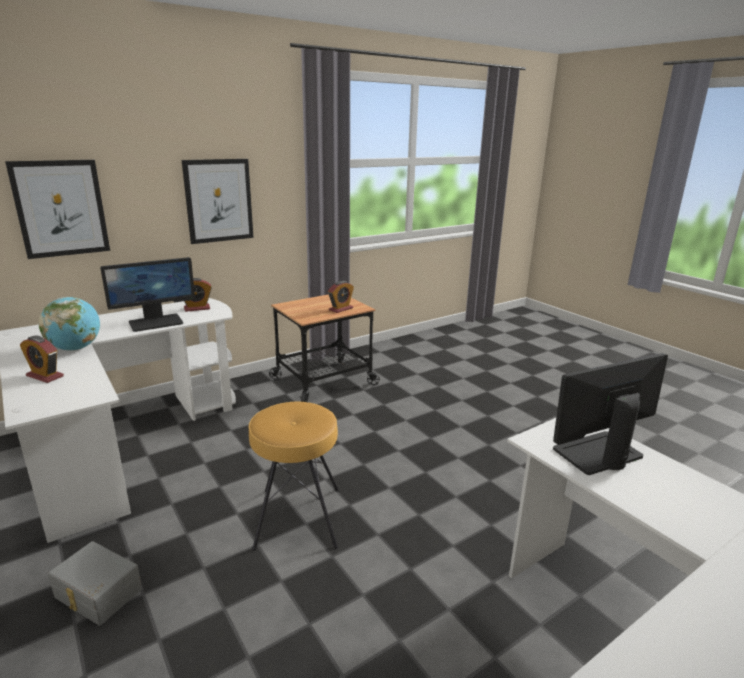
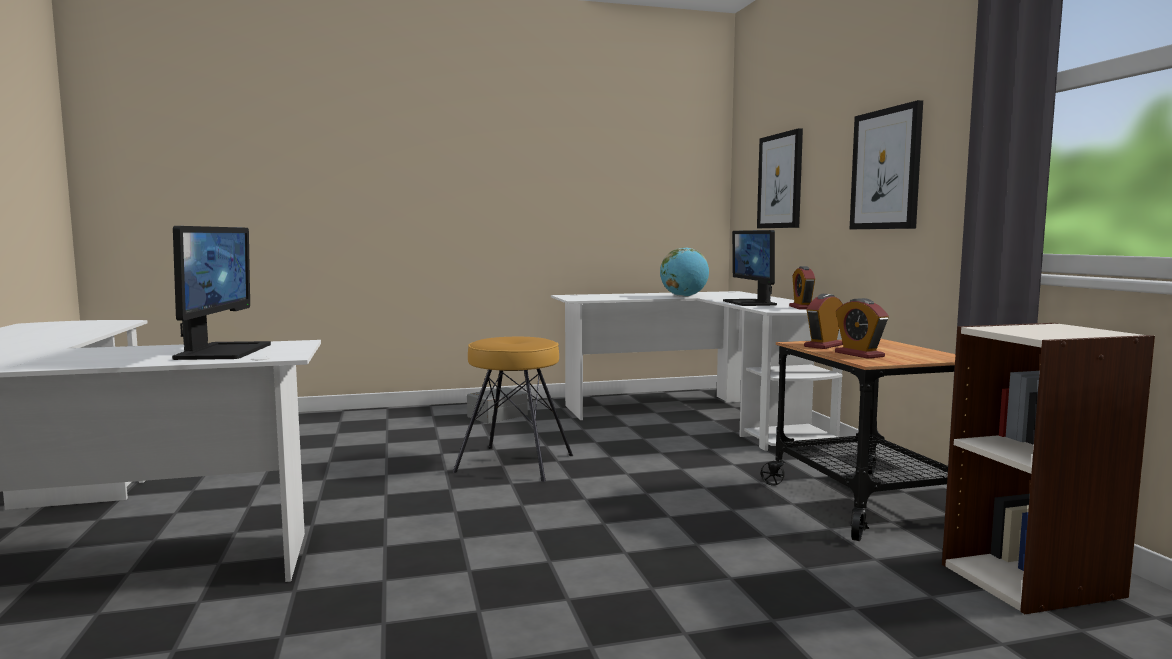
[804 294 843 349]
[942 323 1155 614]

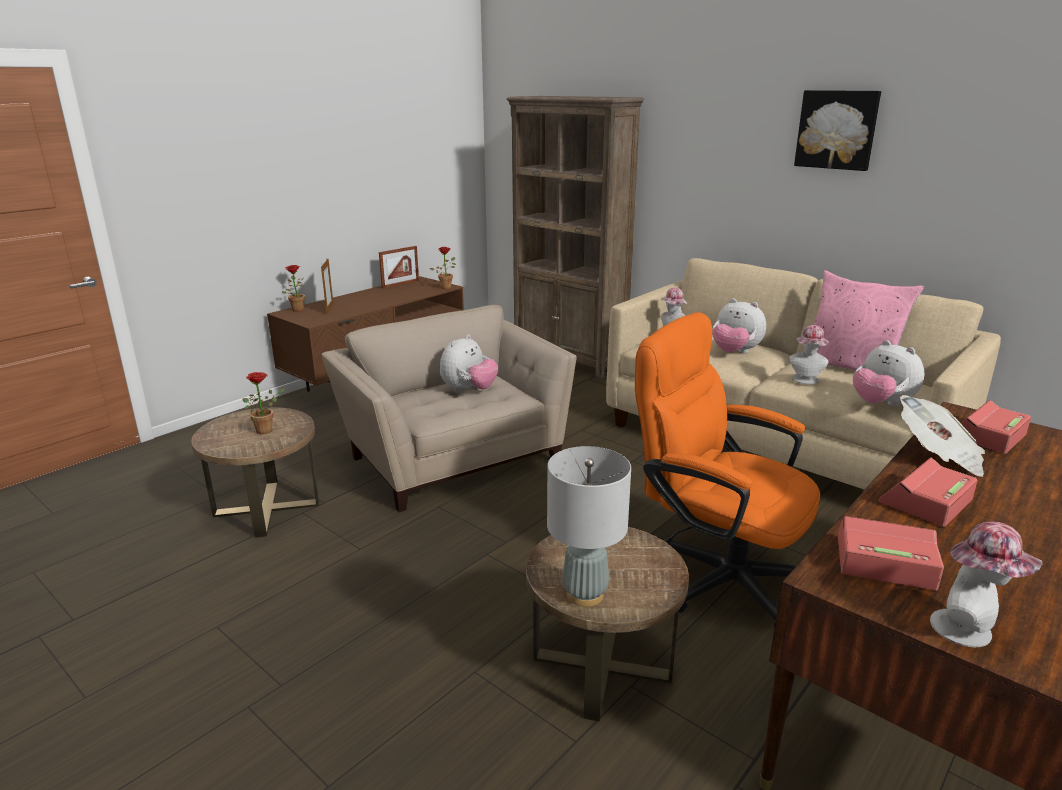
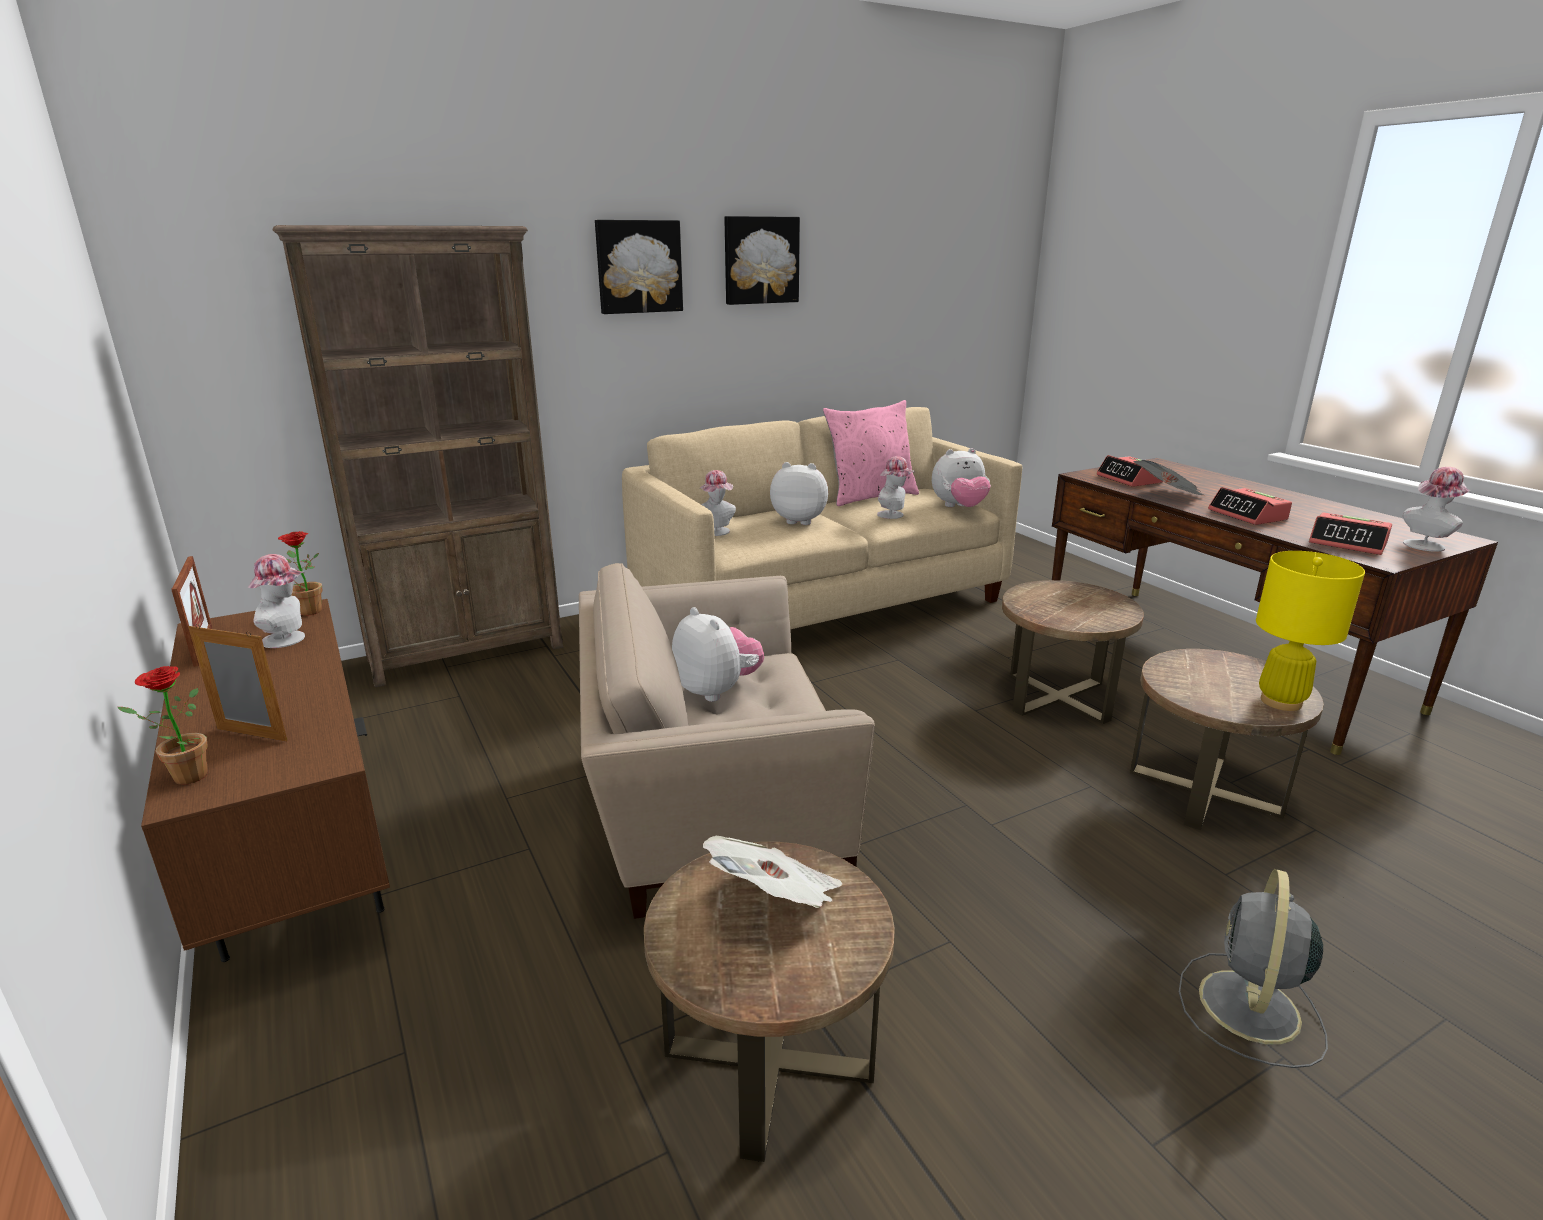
[770 462 828 525]
[1002 580 1144 724]
[703 836 842 908]
[1256 551 1365 711]
[1309 512 1392 555]
[595 220 683 314]
[248 554 305 648]
[1179 869 1328 1068]

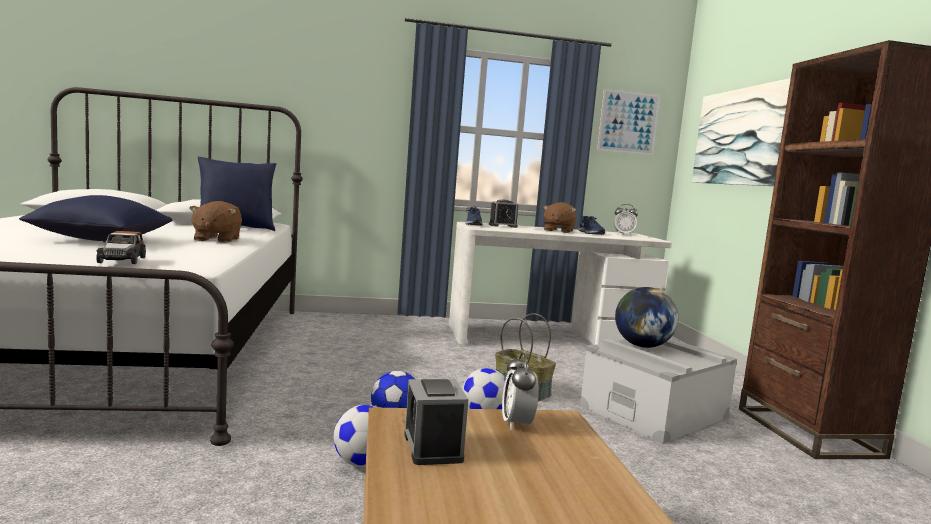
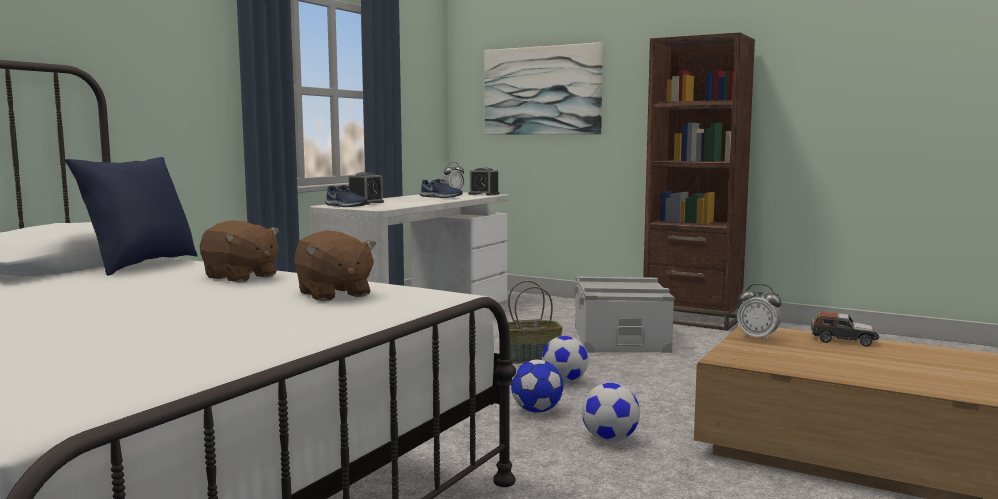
[597 89 661 155] (first image)
[19 195 173 241] (first image)
[294 230 376 301]
[811 312 879 347]
[615 287 678 348] (first image)
[468 168 500 195]

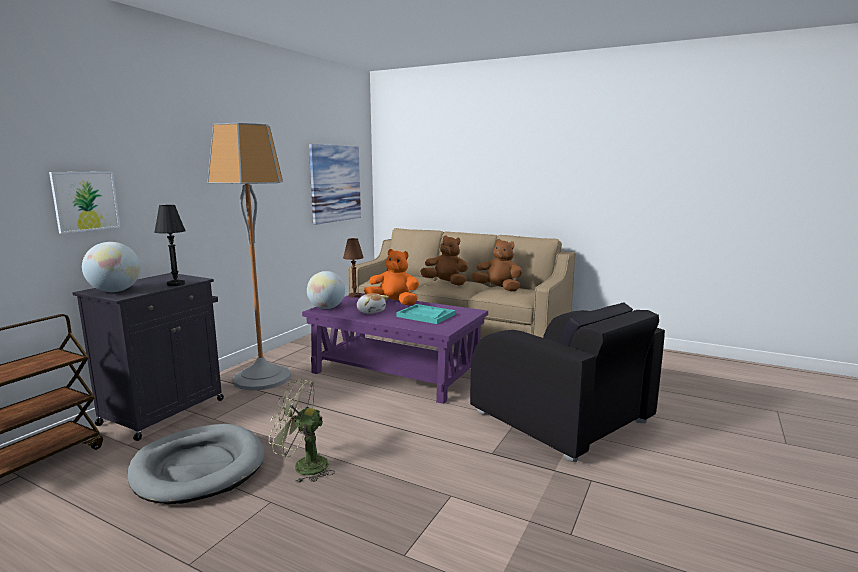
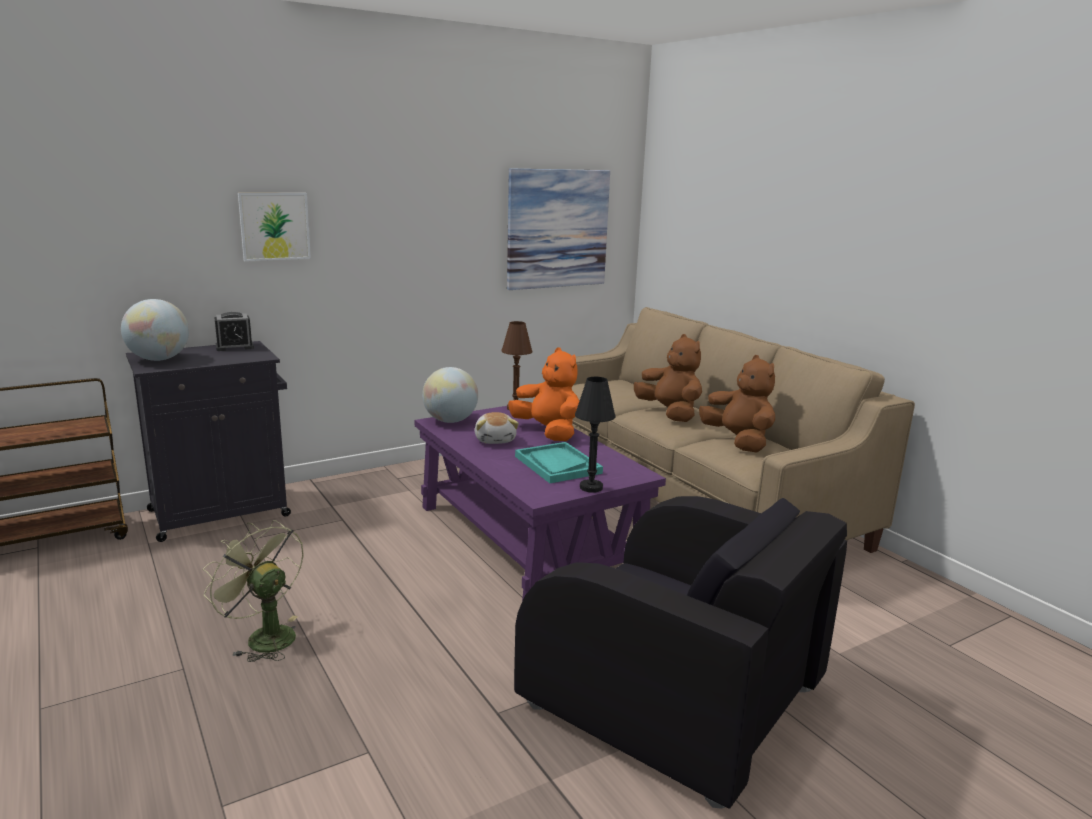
[207 123 291 391] (first image)
[238 193 311 261]
[575 377 616 492]
[514 496 847 809]
[127 424 265 504] (first image)
[214 312 254 351]

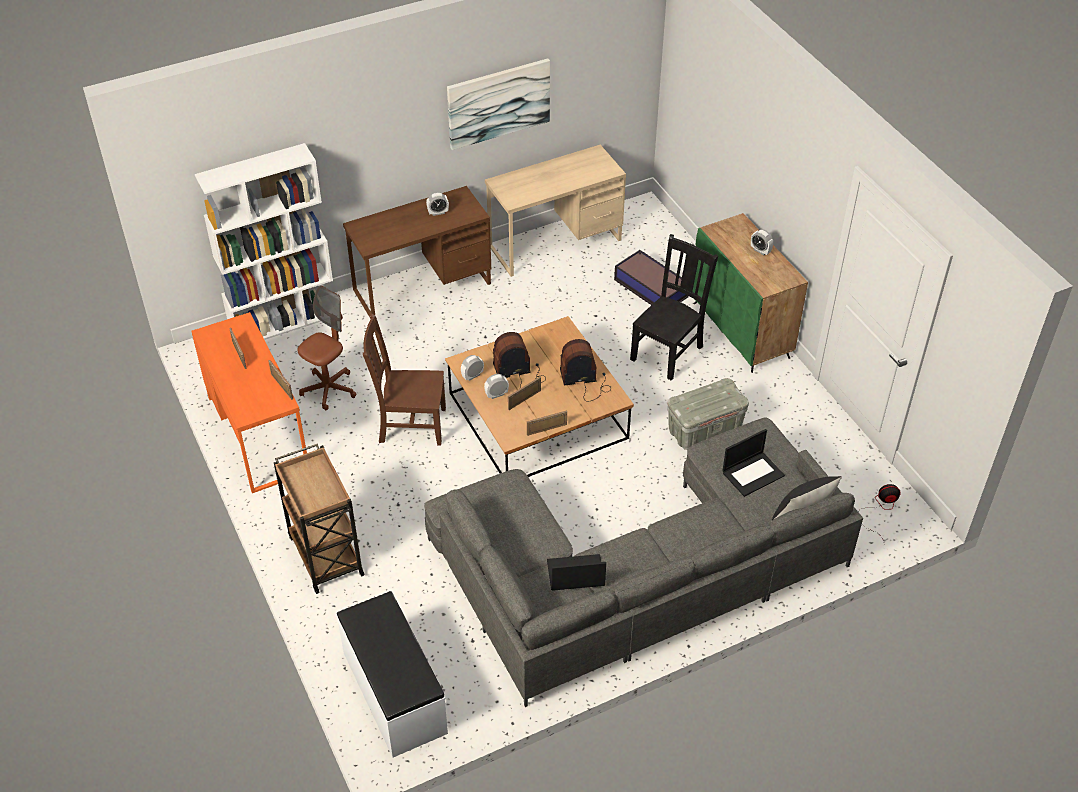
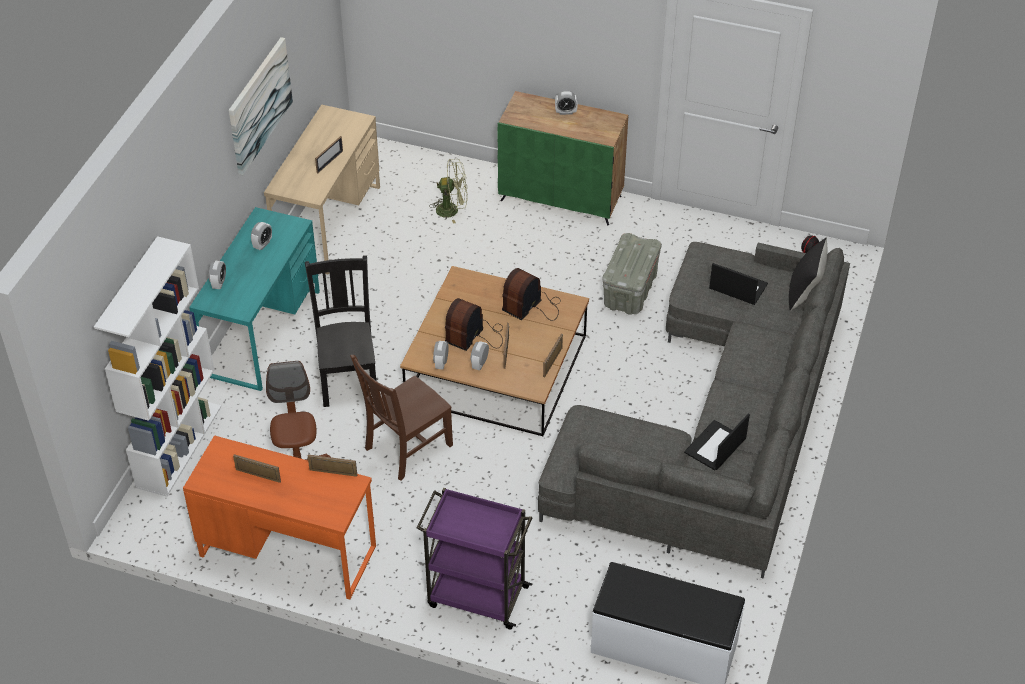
[189 207 320 391]
[305 255 376 407]
[429 159 468 224]
[709 263 768 305]
[417 488 532 630]
[315 136 343 173]
[209 261 226 289]

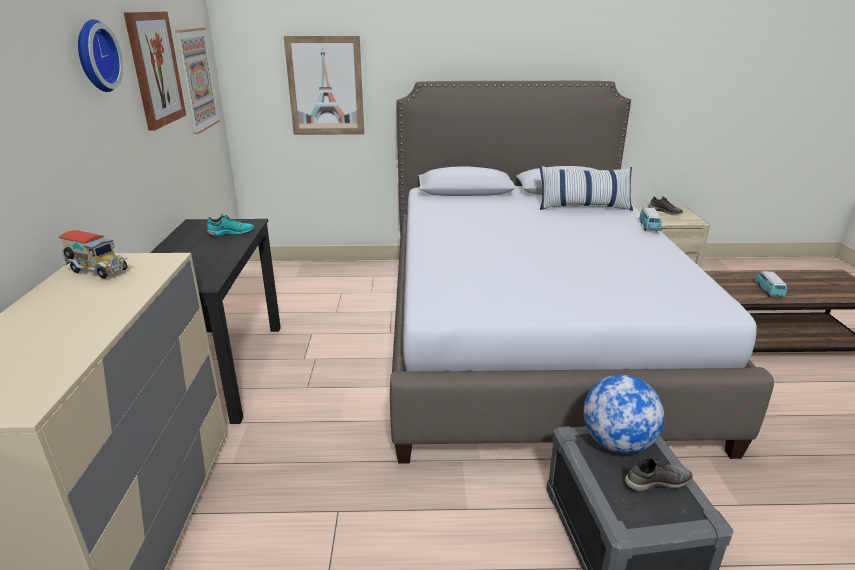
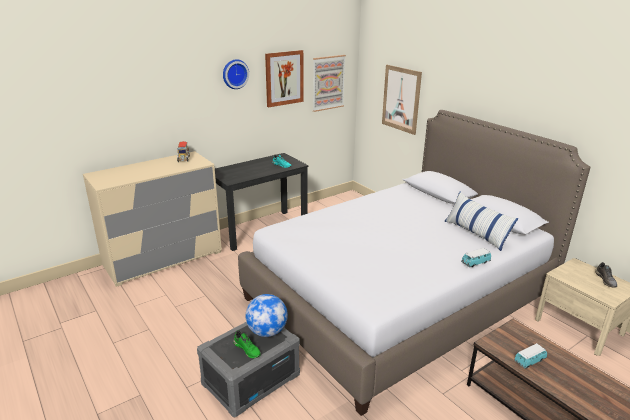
[233 330 261 358]

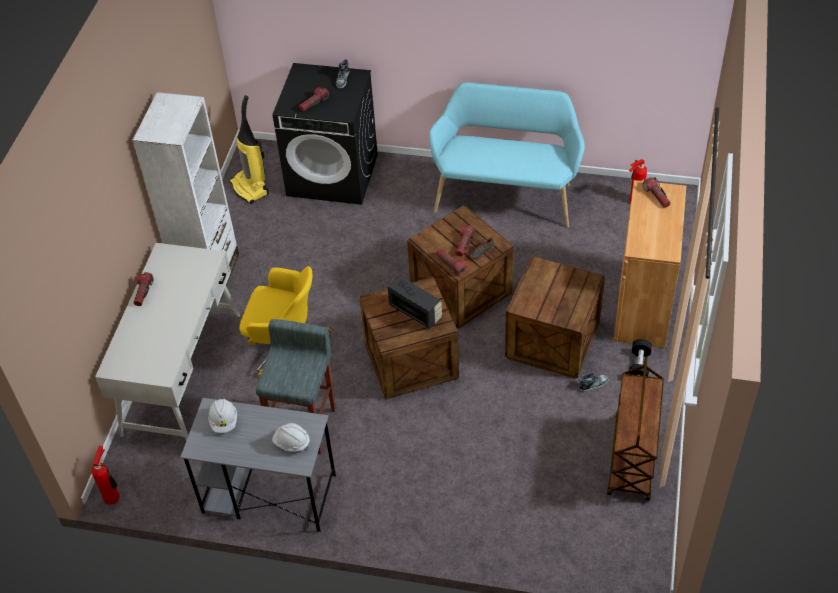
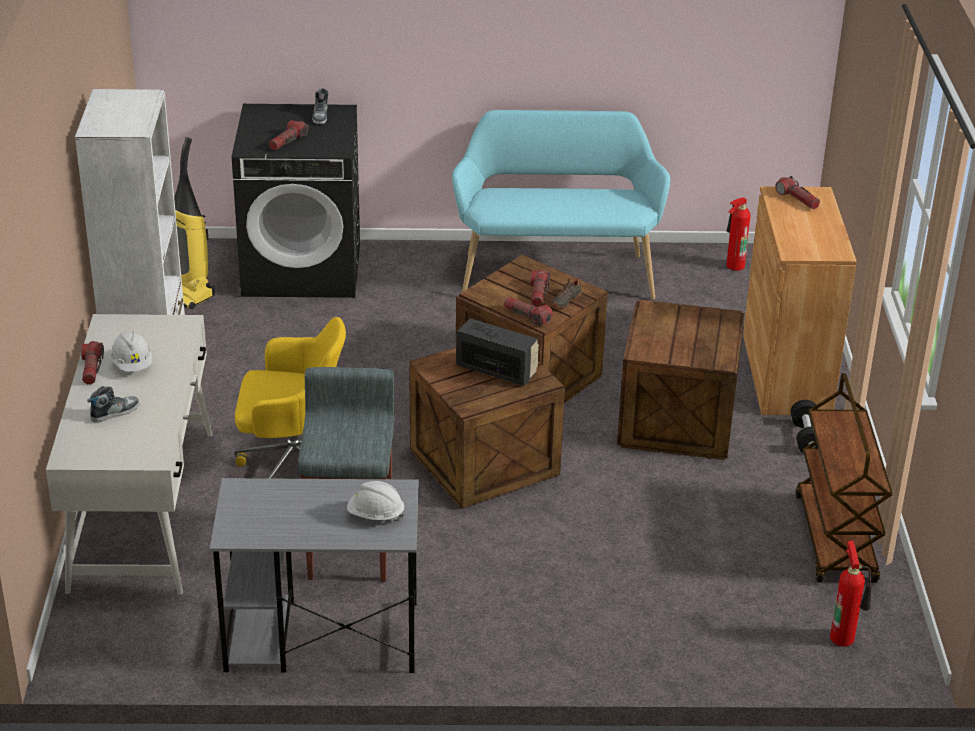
[87 386 139 423]
[111 331 152 372]
[830 541 871 647]

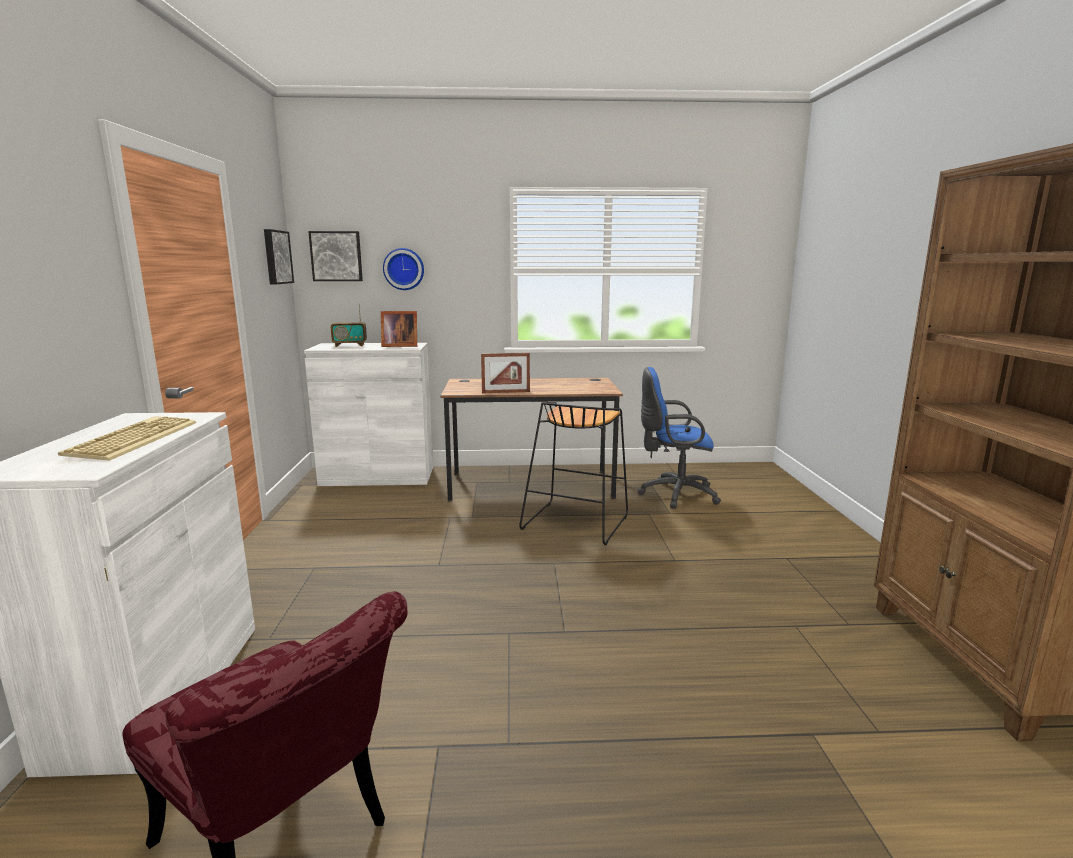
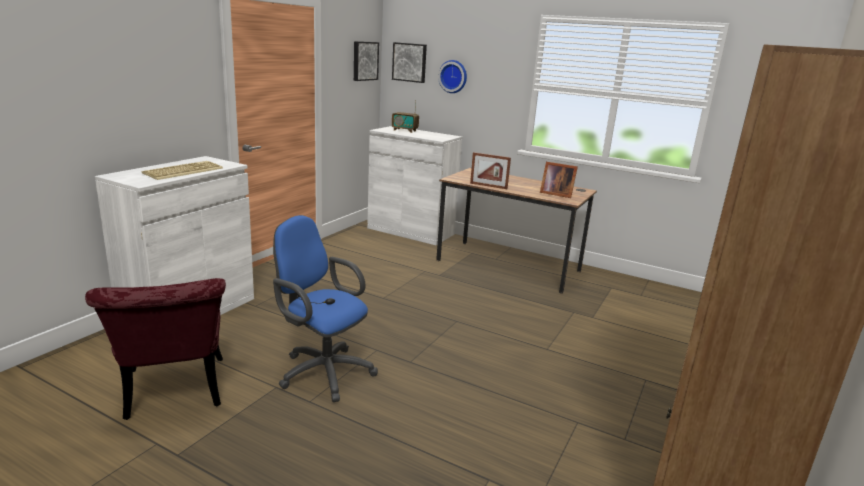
[540 162 578 198]
[273 215 378 402]
[519 402 628 545] (first image)

